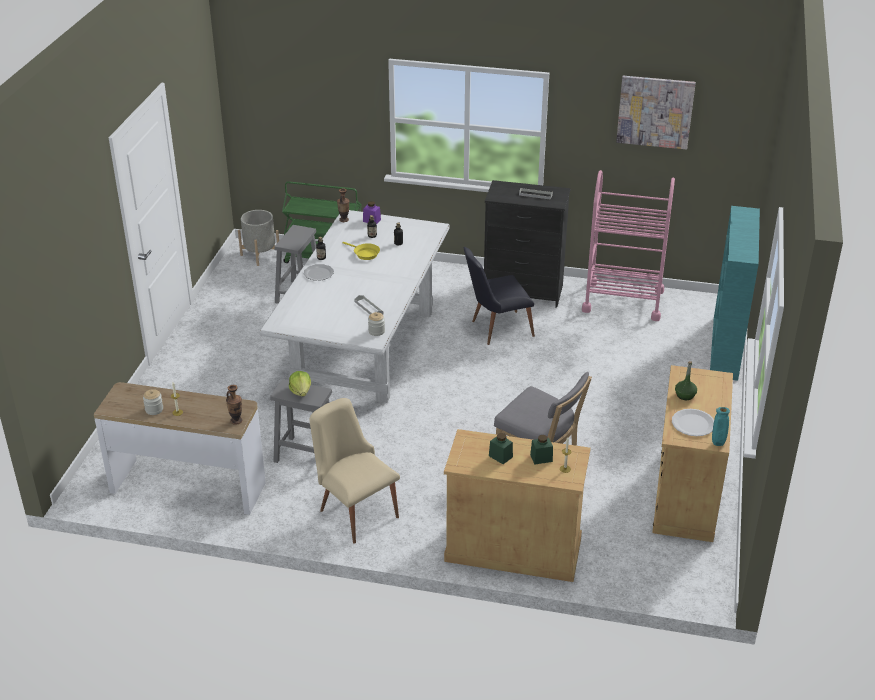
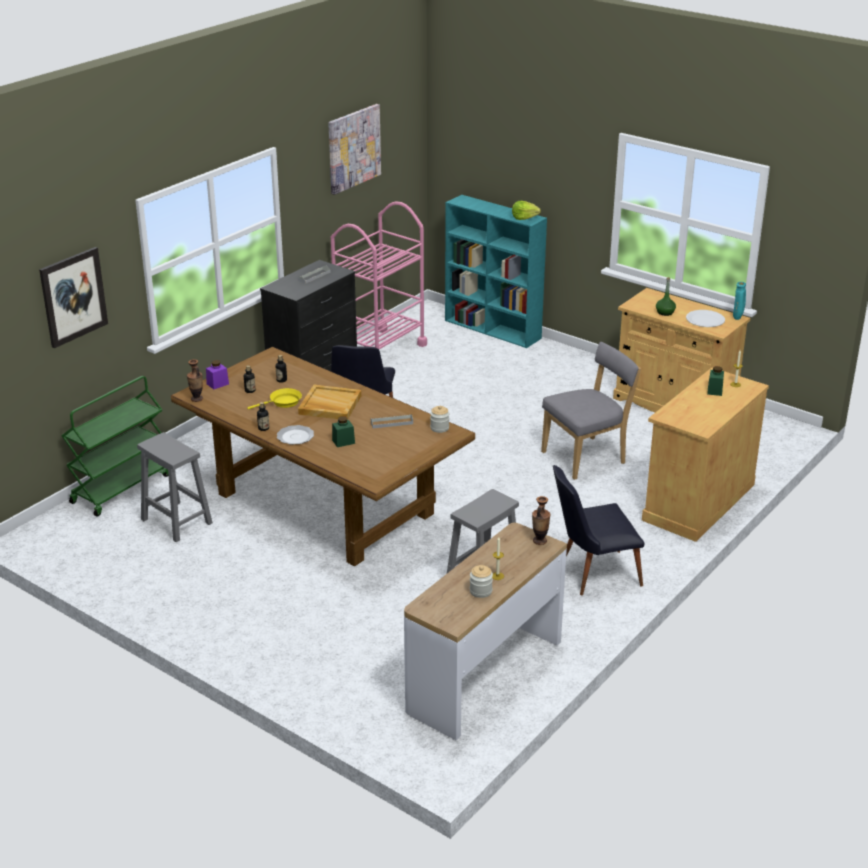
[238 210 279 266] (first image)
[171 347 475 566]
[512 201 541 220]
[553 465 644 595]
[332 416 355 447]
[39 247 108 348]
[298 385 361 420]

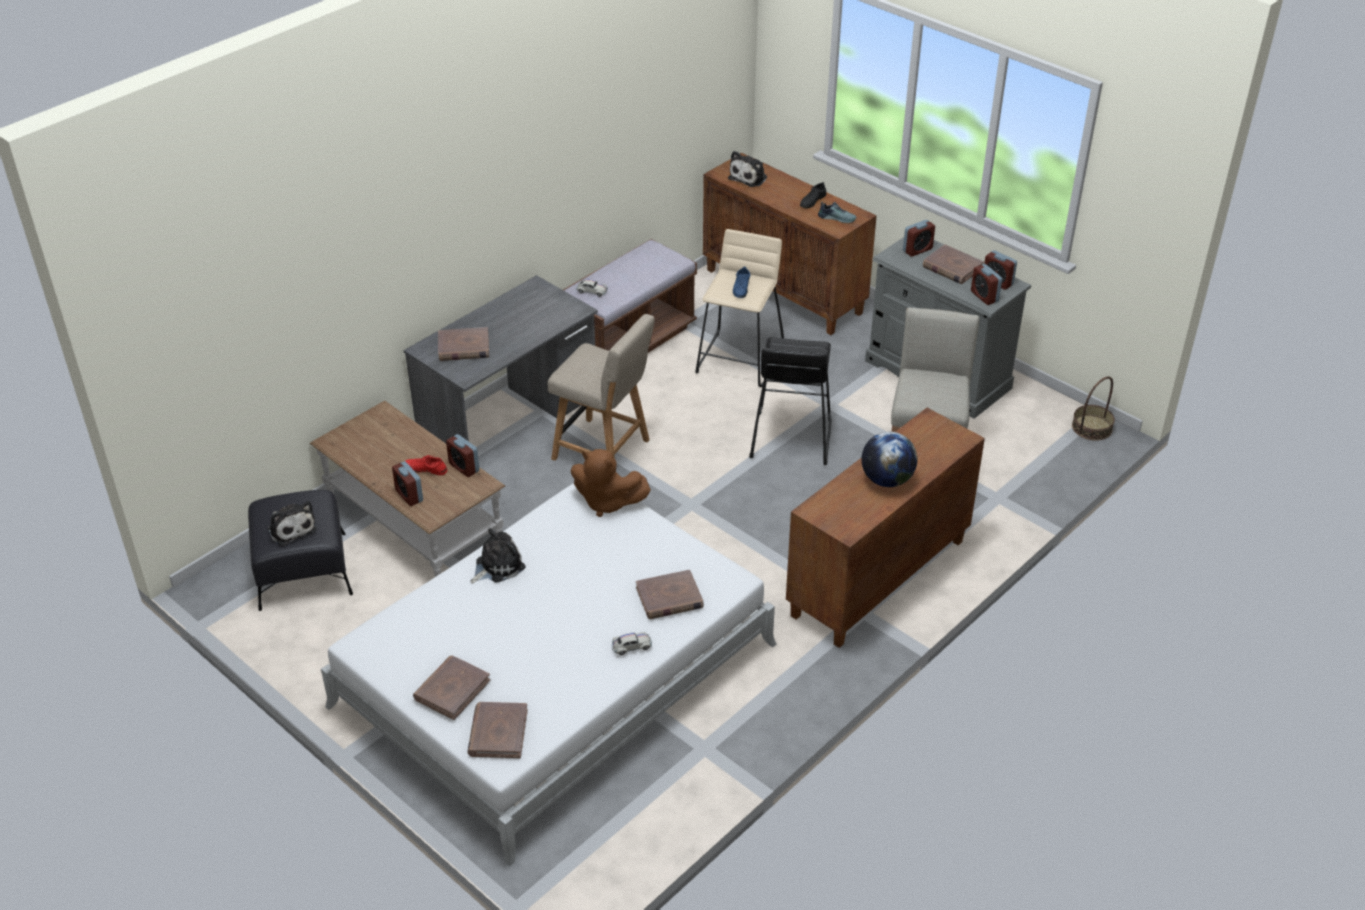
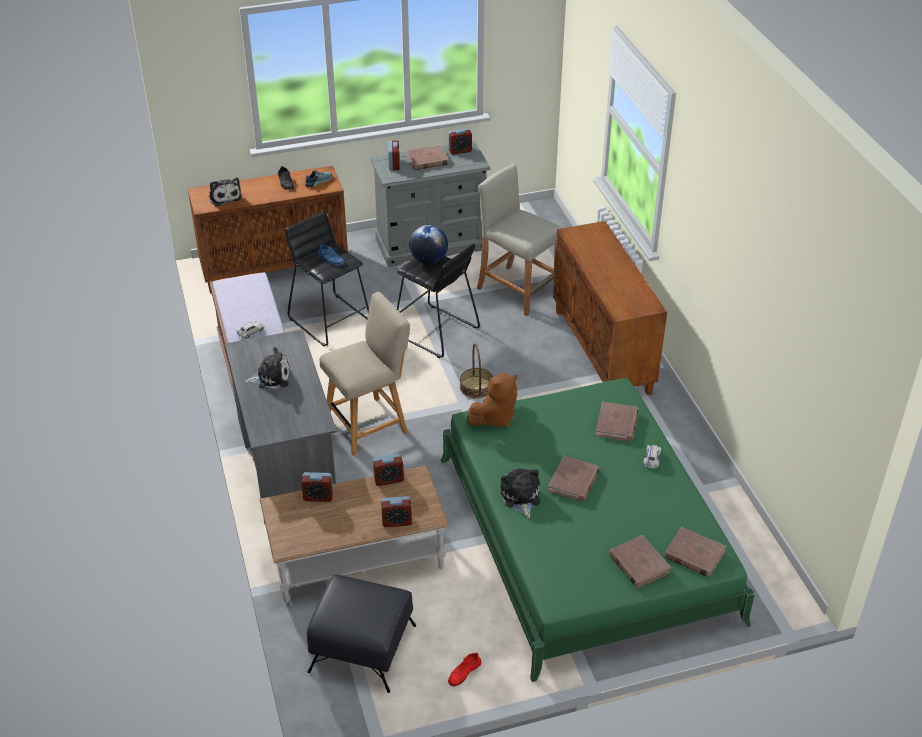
[285 211 369 346]
[301 472 333 502]
[548 456 600 501]
[460 343 493 399]
[409 225 448 264]
[448 653 481 686]
[441 378 755 682]
[244 347 290 389]

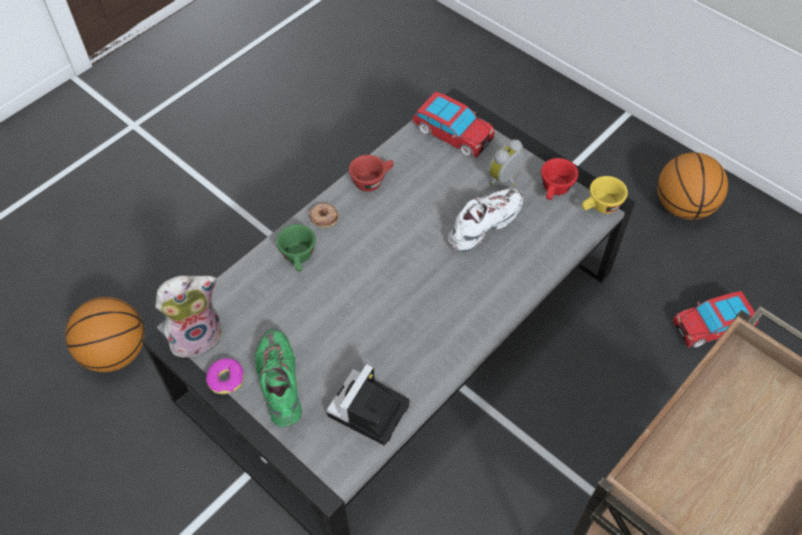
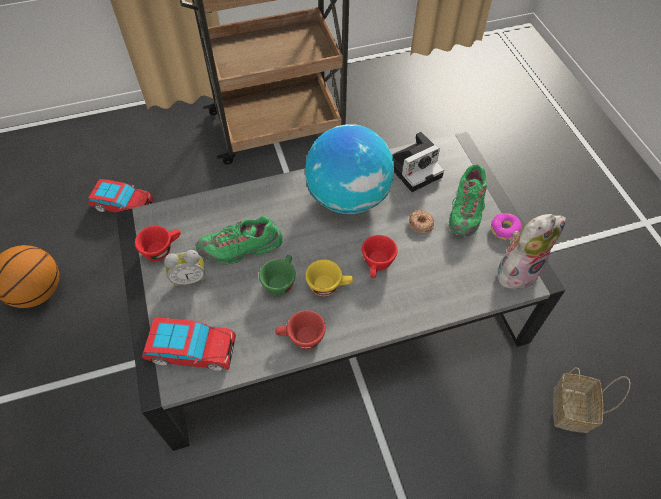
[142 318 236 371]
[305 259 353 296]
[195 216 283 265]
[409 210 434 233]
[259 255 296 296]
[497 214 566 289]
[553 367 630 433]
[305 124 394 214]
[362 235 398 278]

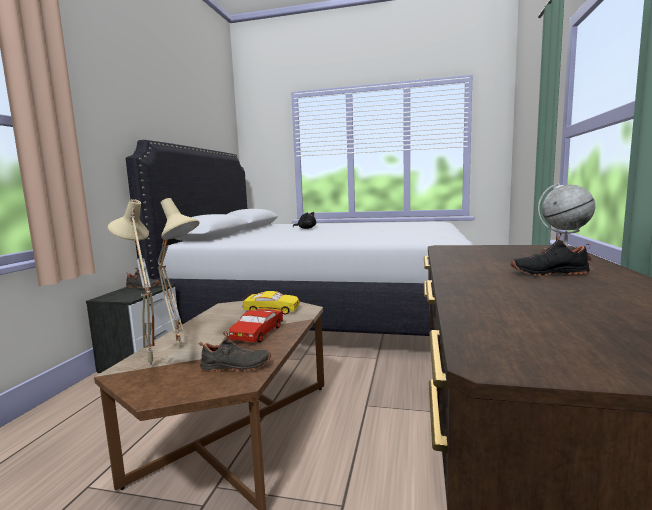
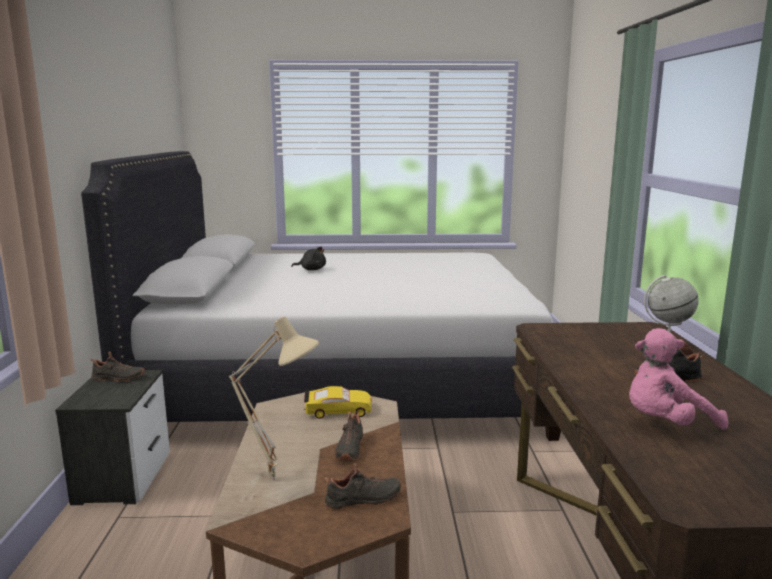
[108 199 154 367] (first image)
[335 411 364 460]
[629 328 728 430]

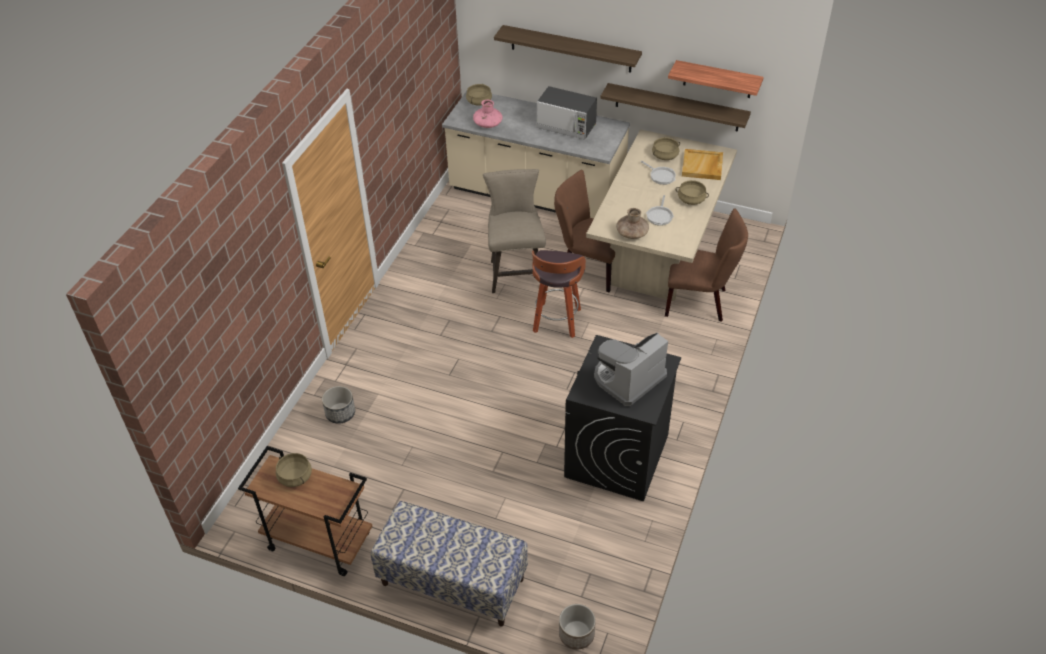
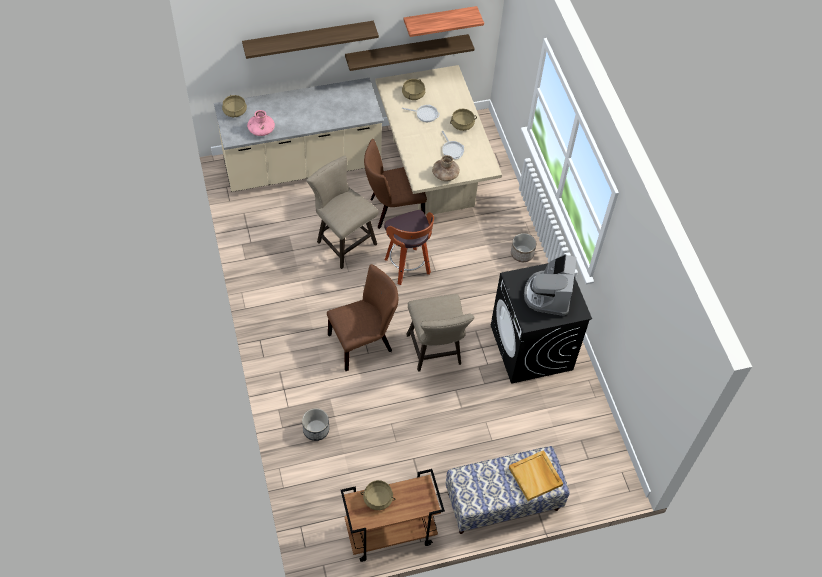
[537 86 597 140] (first image)
[509 450 563 501]
[327 264 398 371]
[511 233 536 262]
[406 294 474 372]

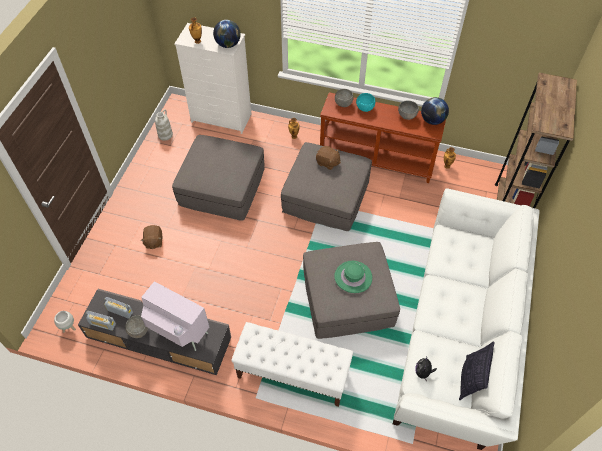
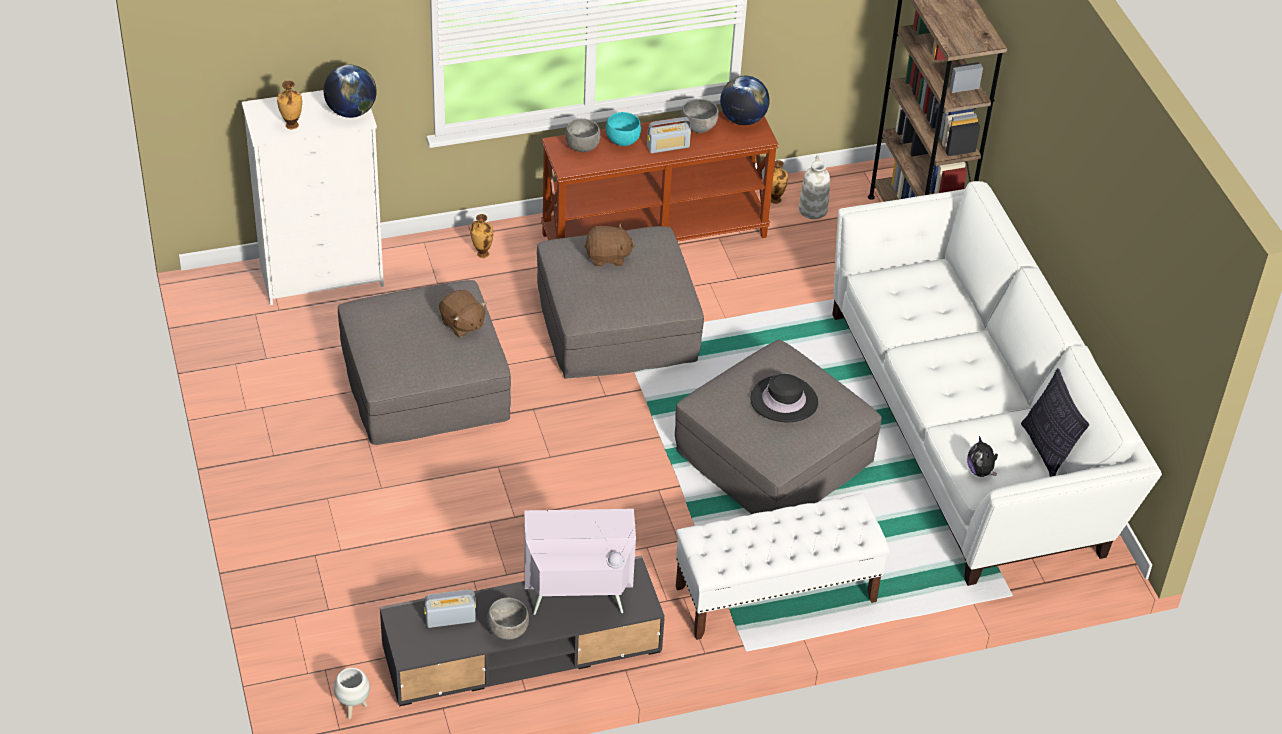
[799 155 830 219]
[439 290 487 337]
[750 373 818 422]
[647 117 691 153]

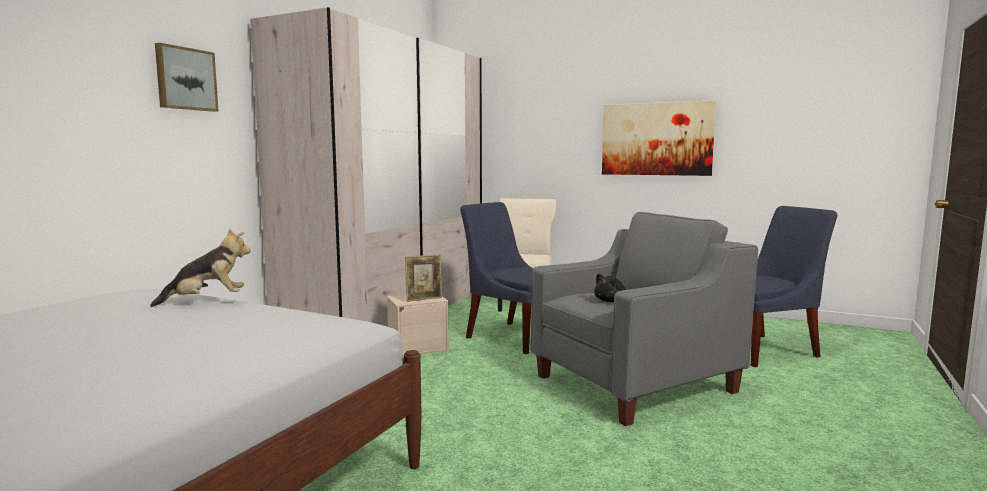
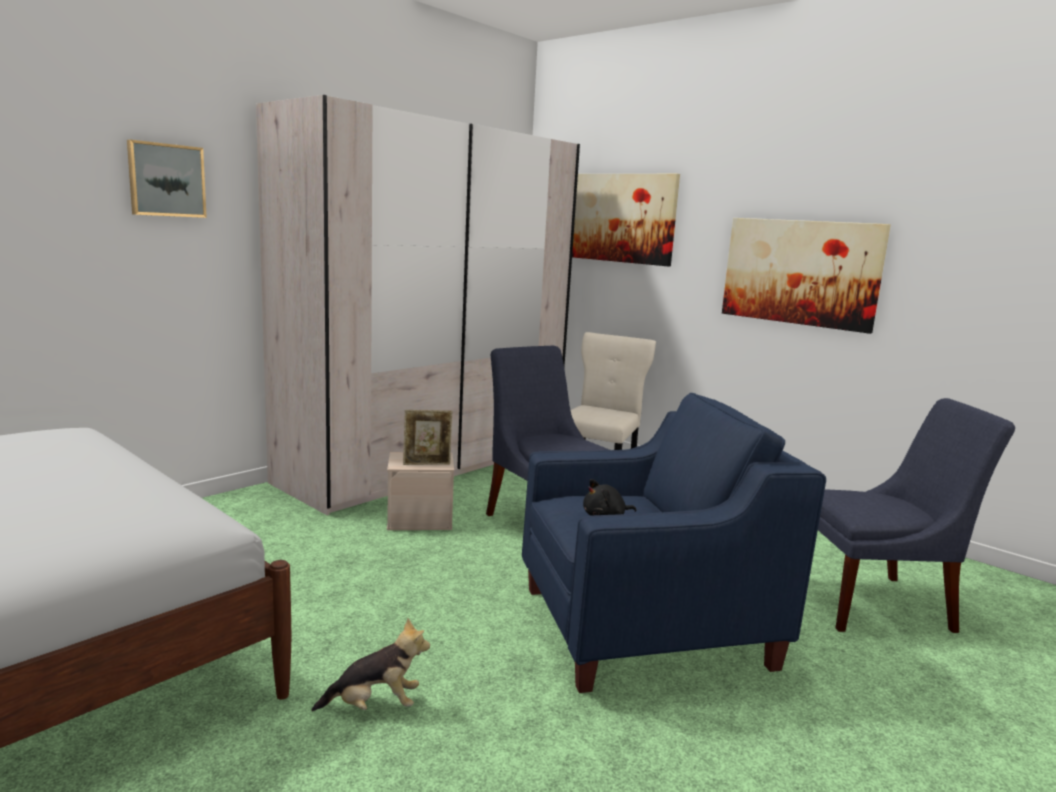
[522 393 826 693]
[312 618 430 711]
[572 174 680 266]

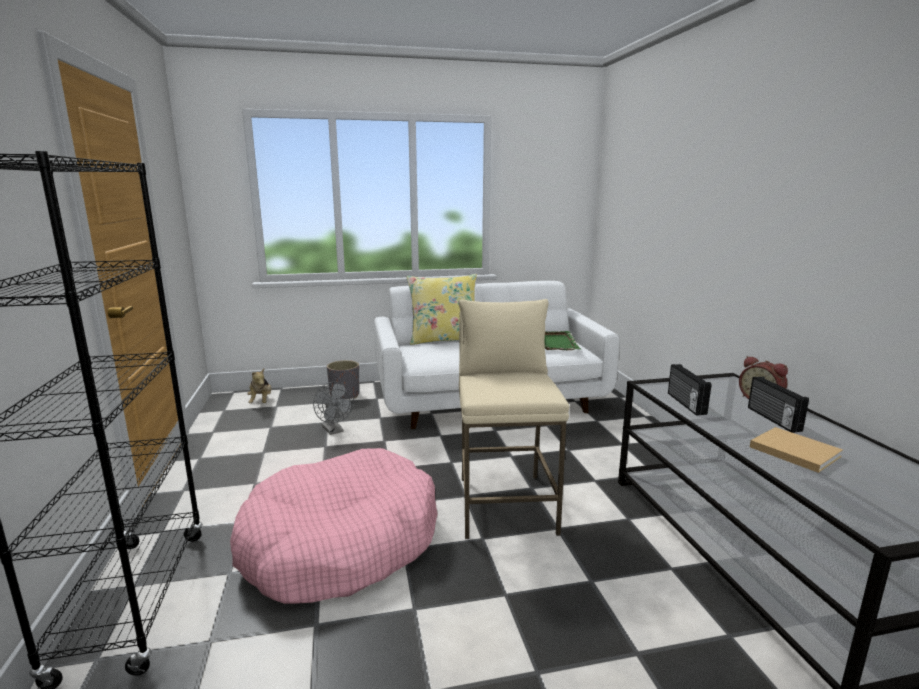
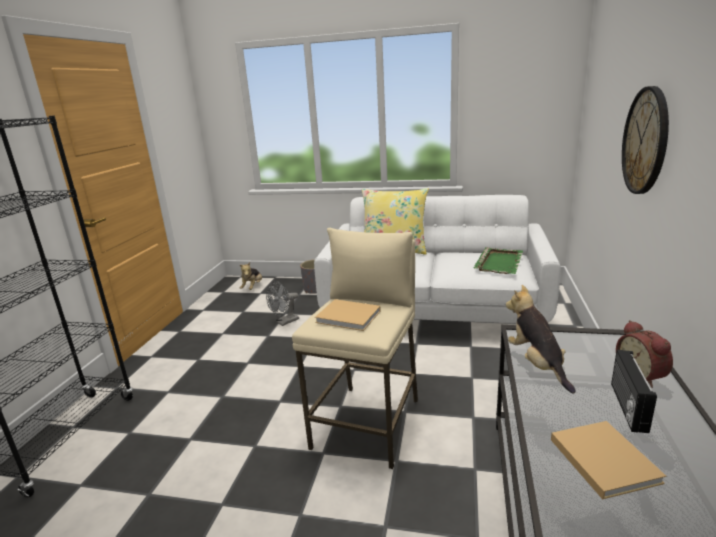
[506 285 576 393]
[266 281 299 326]
[230 448 438 604] (first image)
[622 86 669 194]
[315 299 381 331]

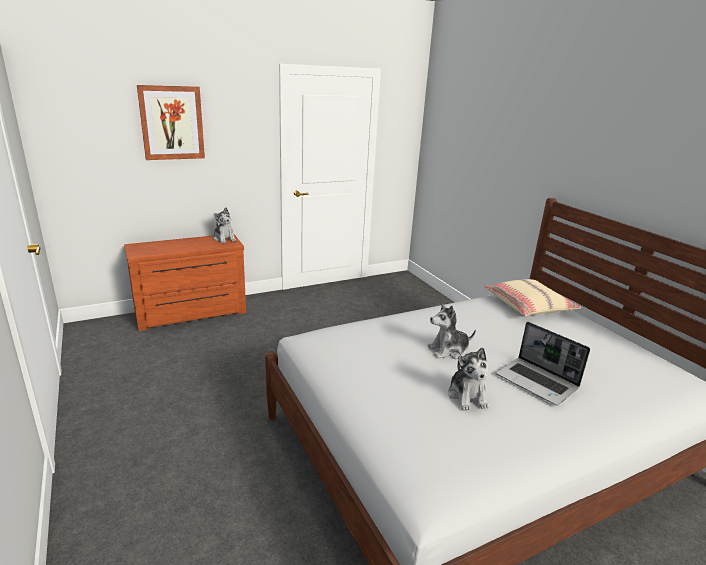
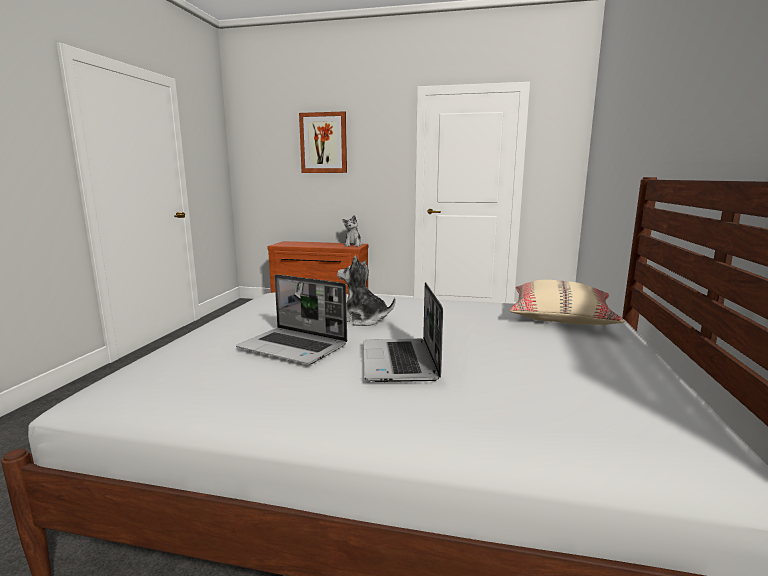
[236 274 347 364]

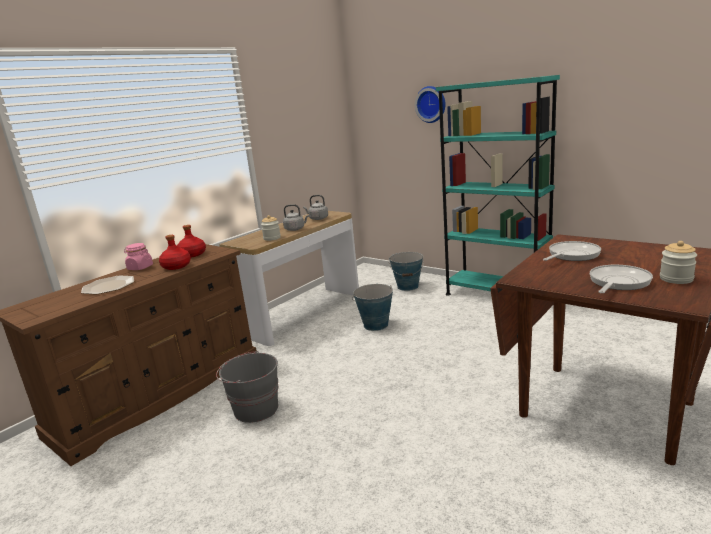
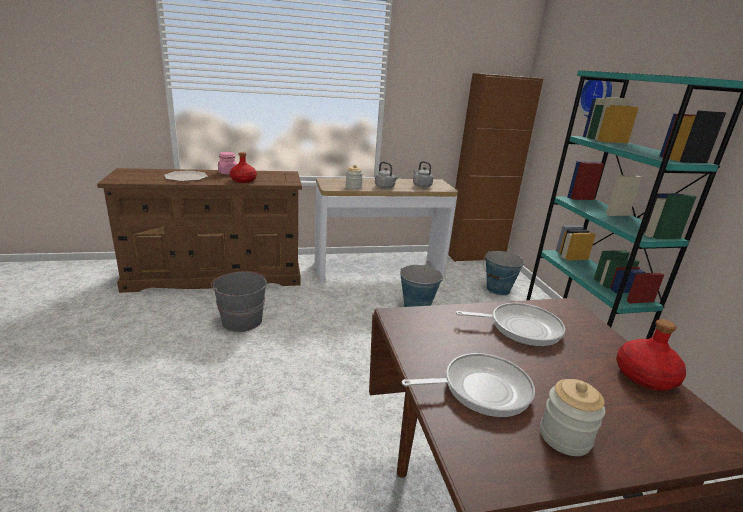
[616 319 686 391]
[448 73 543 262]

